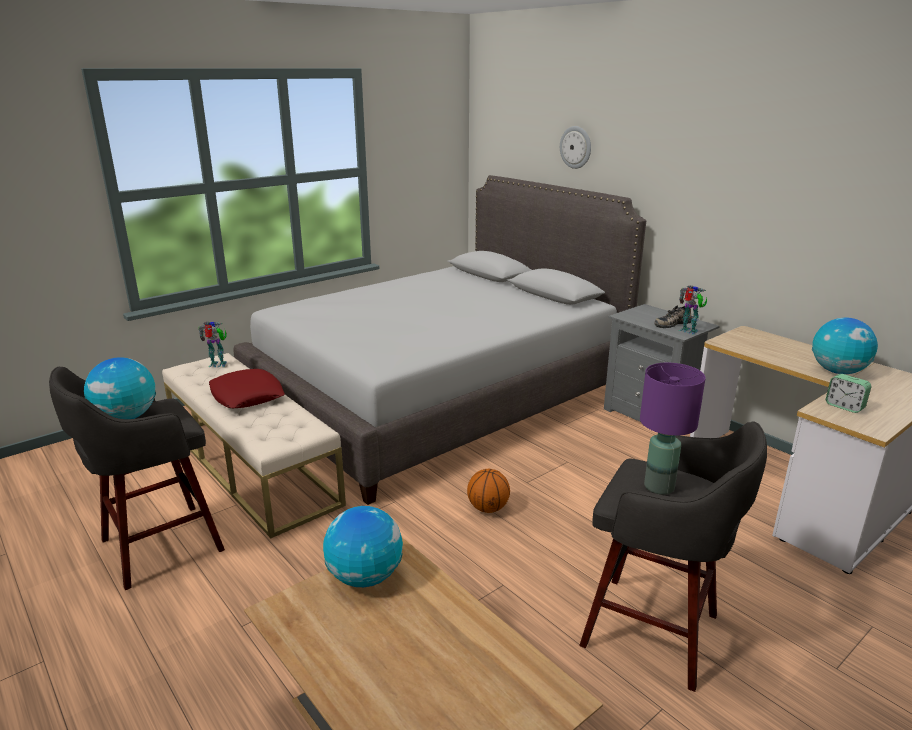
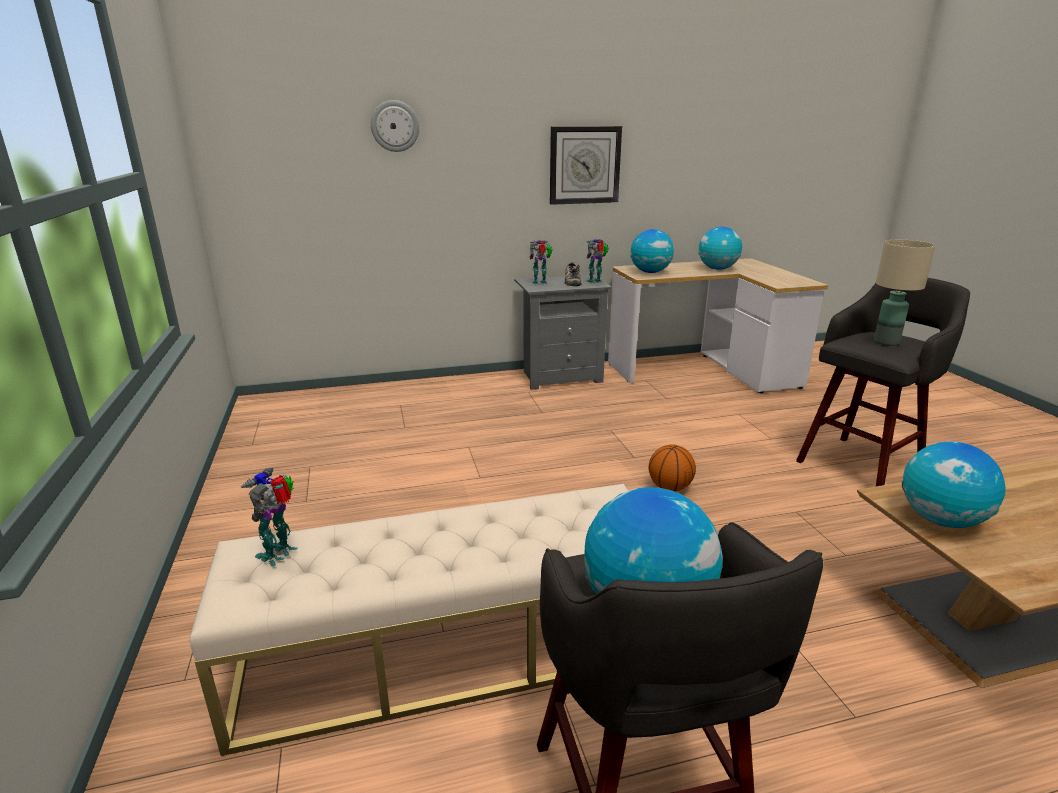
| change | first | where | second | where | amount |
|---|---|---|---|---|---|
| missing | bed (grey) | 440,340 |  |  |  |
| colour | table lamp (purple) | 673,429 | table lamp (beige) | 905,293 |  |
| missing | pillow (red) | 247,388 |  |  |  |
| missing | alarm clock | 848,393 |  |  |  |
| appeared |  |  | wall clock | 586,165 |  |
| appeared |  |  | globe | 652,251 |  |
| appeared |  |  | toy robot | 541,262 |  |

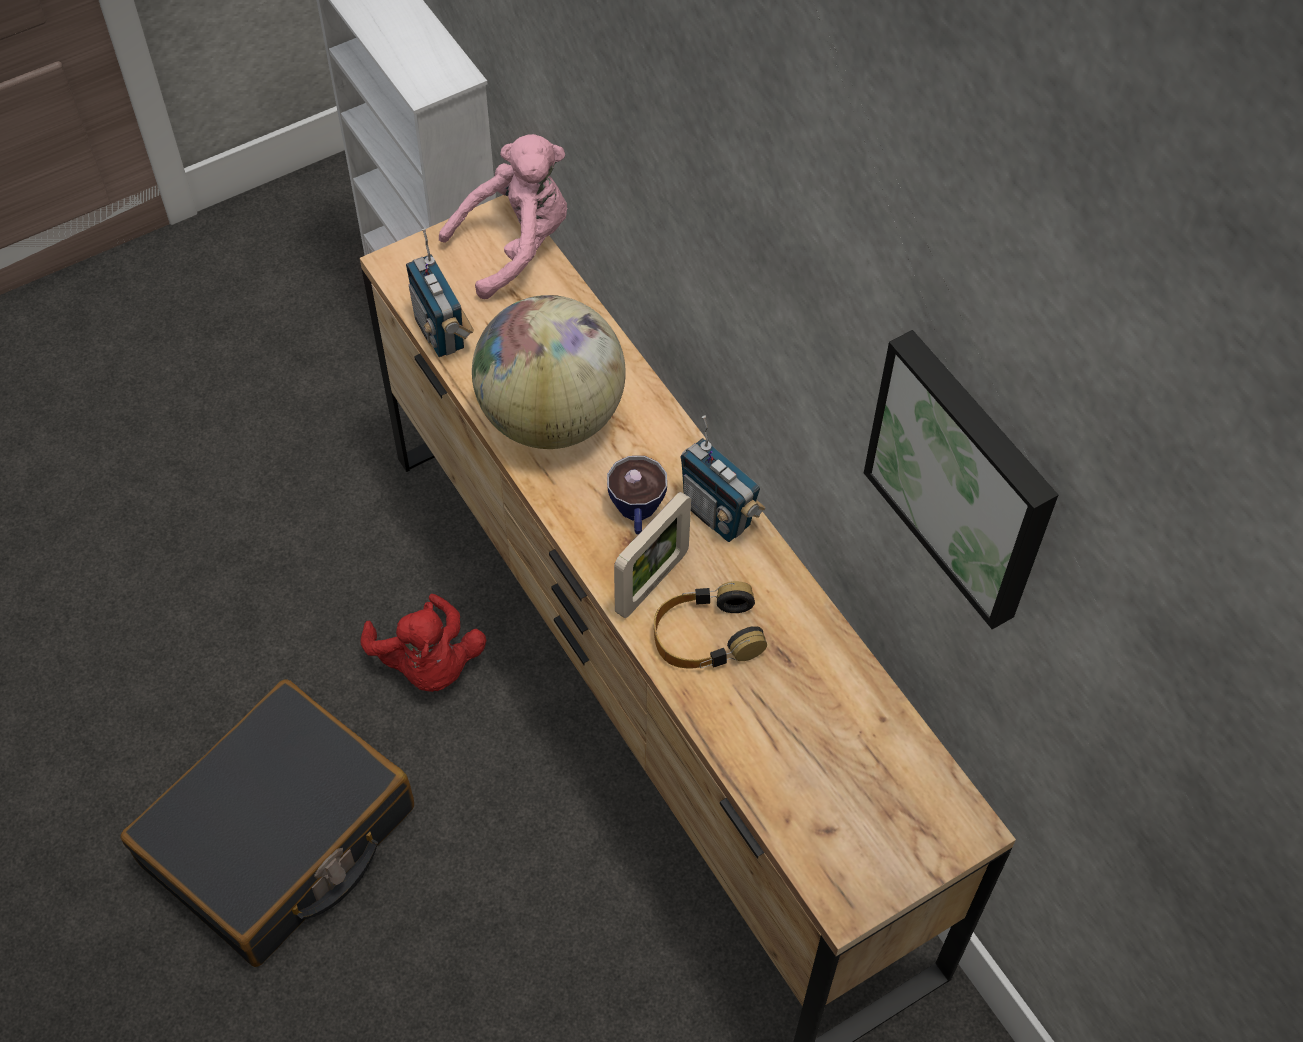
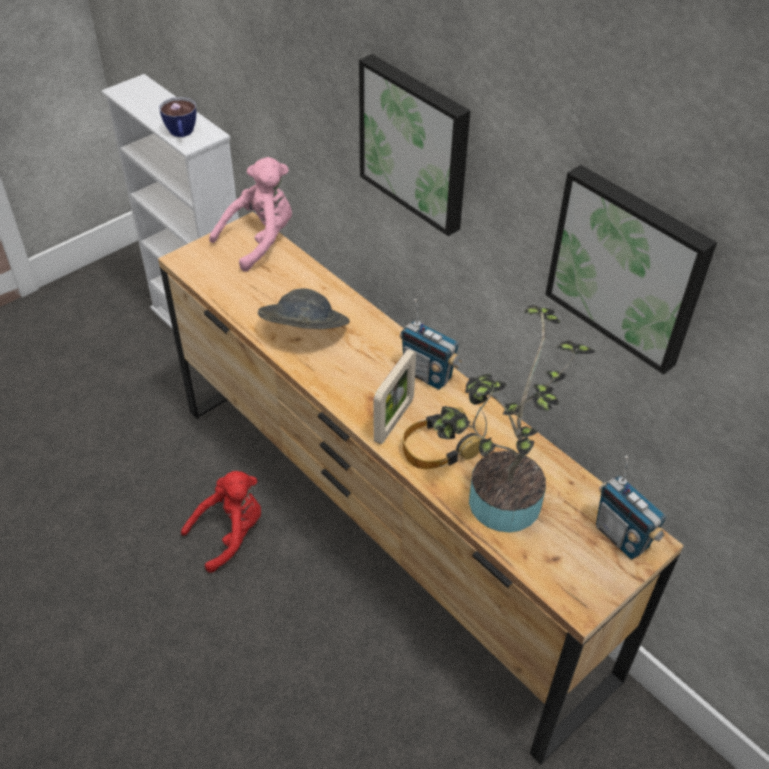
| change | first | where | second | where | amount |
|---|---|---|---|---|---|
| relocated | radio | 440,292 |  | 631,507 |  |
| exchanged | globe | 549,372 | hat (grey) | 304,309 |  |
| relocated | cup | 637,495 |  | 177,117 |  |
| spun | plush toy (red) | 423,643 |  | 221,522 | 90 degrees counterclockwise |
| missing | suitcase (black) | 267,823 |  |  |  |
| appeared |  |  | picture | 414,145 |  |
| appeared |  |  | potted plant | 513,419 |  |

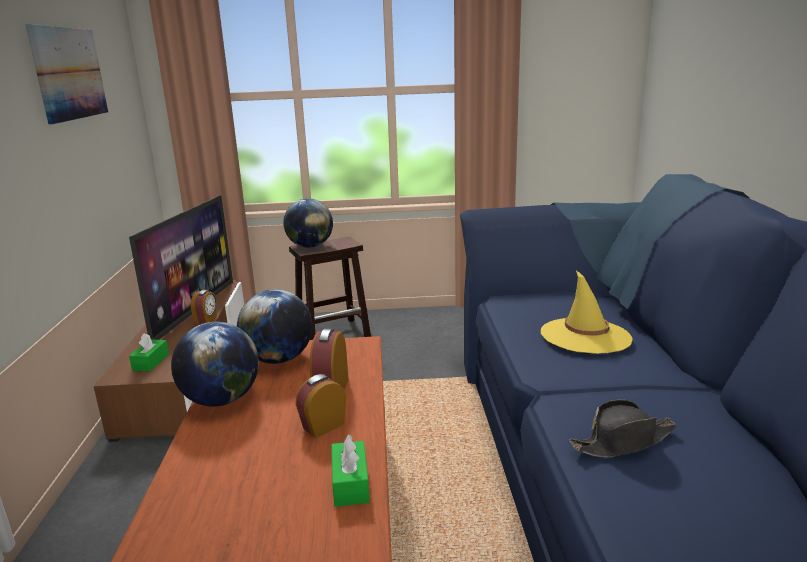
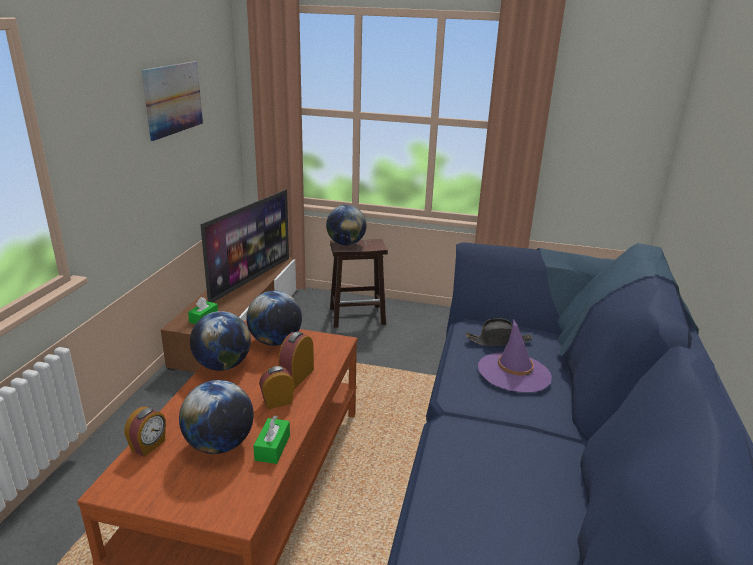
| change | first | where | second | where | amount |
|---|---|---|---|---|---|
| colour | hat (yellow) | 587,312 | hat (purple) | 515,355 |  |
| relocated | alarm clock | 204,307 |  | 145,432 |  |
| relocated | hat (black) | 623,428 |  | 499,331 |  |
| appeared |  |  | globe | 216,417 |  |

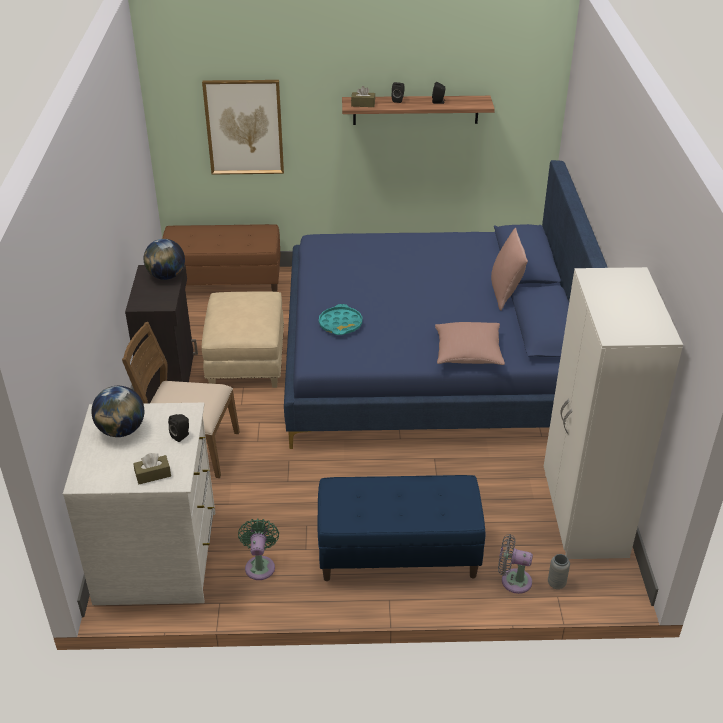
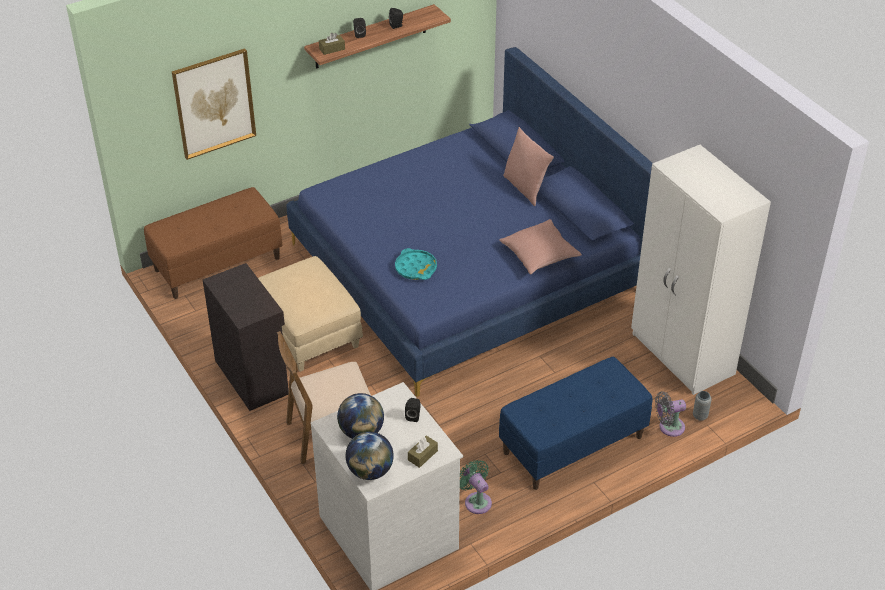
| change | first | where | second | where | amount |
|---|---|---|---|---|---|
| relocated | globe | 164,259 |  | 370,456 |  |

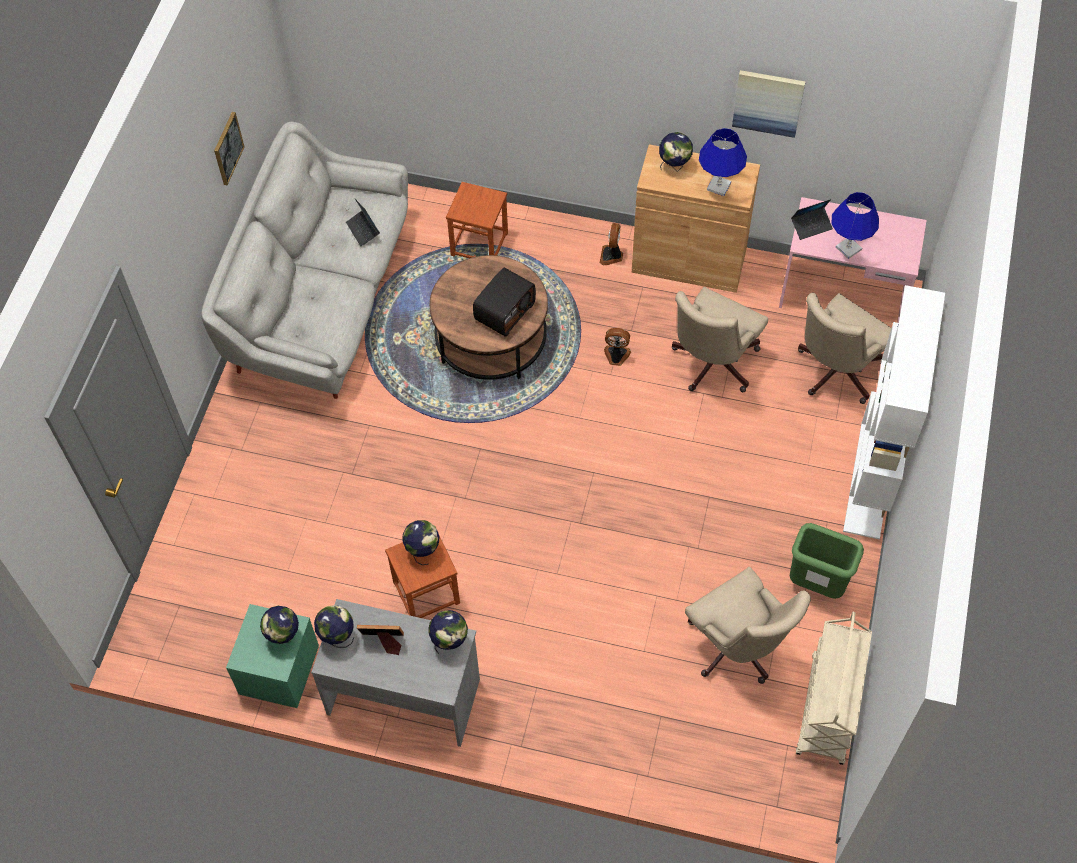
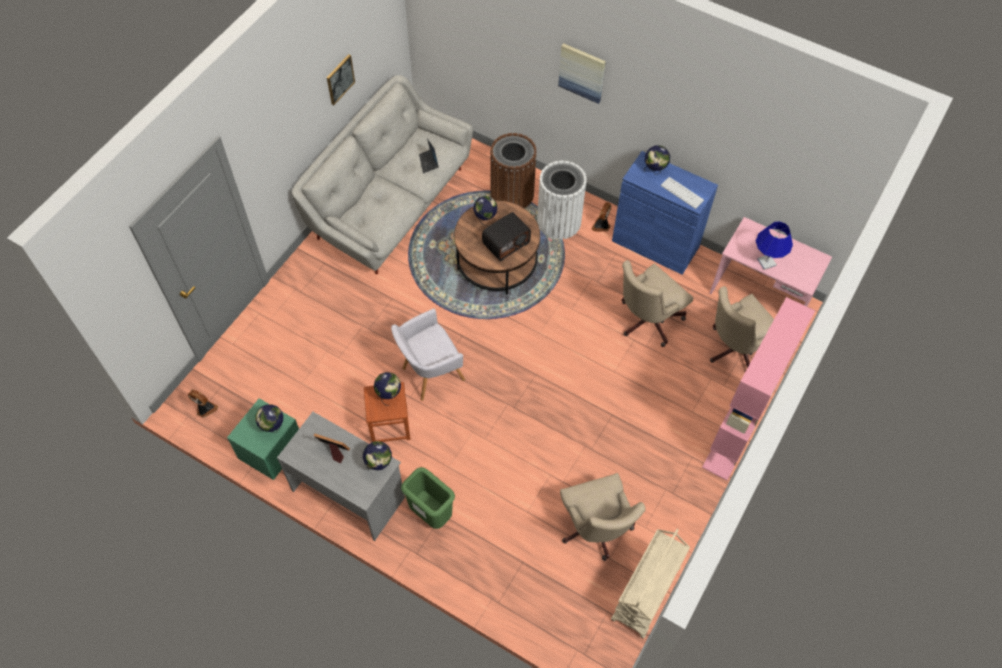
| change | first | where | second | where | amount |
|---|---|---|---|---|---|
| relocated | picture | 769,104 |  | 582,73 |  |
| exchanged | table lamp (blue) | 723,162 | keyboard | 682,193 |  |
| colour | cabinet (brown) | 696,218 | cabinet (blue) | 665,213 |  |
| exchanged | stool (brown) | 477,220 | trash can (brown) | 513,170 |  |
| missing | laptop | 812,219 |  |  |  |
| colour | bookcase (white) | 894,412 | bookcase (pink) | 758,389 |  |
| relocated | fan | 617,347 |  | 203,404 |  |
| relocated | trash can (green) | 827,561 |  | 428,498 |  |
| relocated | globe | 334,626 |  | 485,211 |  |
| appeared |  |  | trash can (white) | 562,200 |  |
| appeared |  |  | armchair (grey) | 428,355 |  |

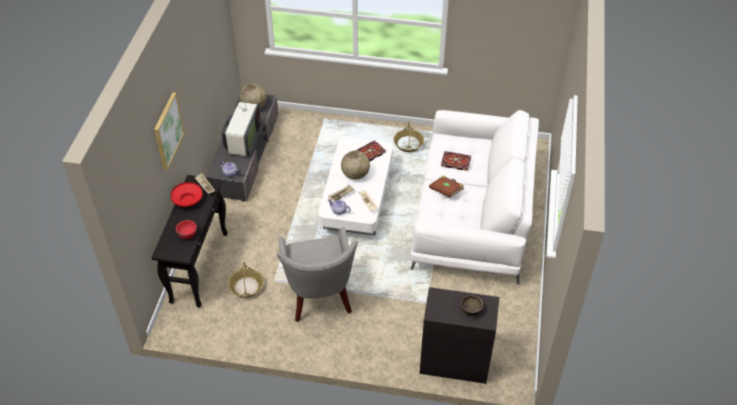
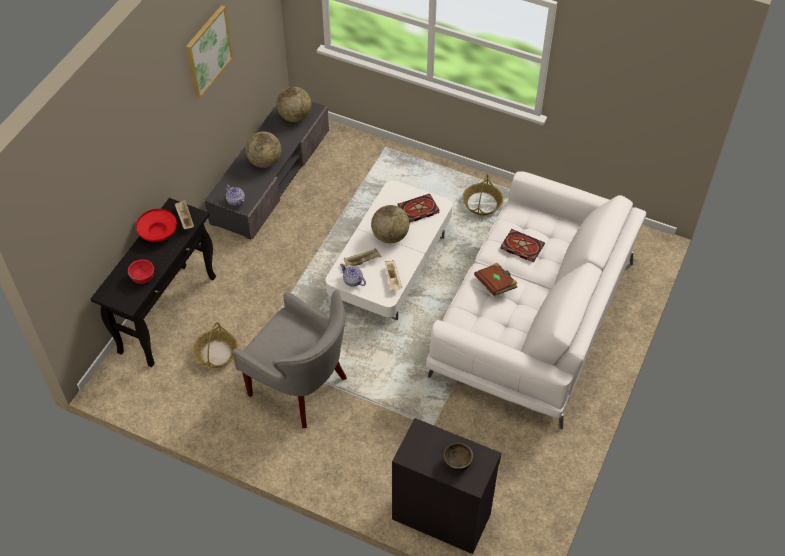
| change | first | where | second | where | amount |
|---|---|---|---|---|---|
| exchanged | television | 241,120 | globe | 263,149 |  |
| relocated | picture | 169,131 |  | 209,52 |  |
| spun | armchair (grey) | 317,274 |  | 289,359 | 60 degrees counterclockwise |

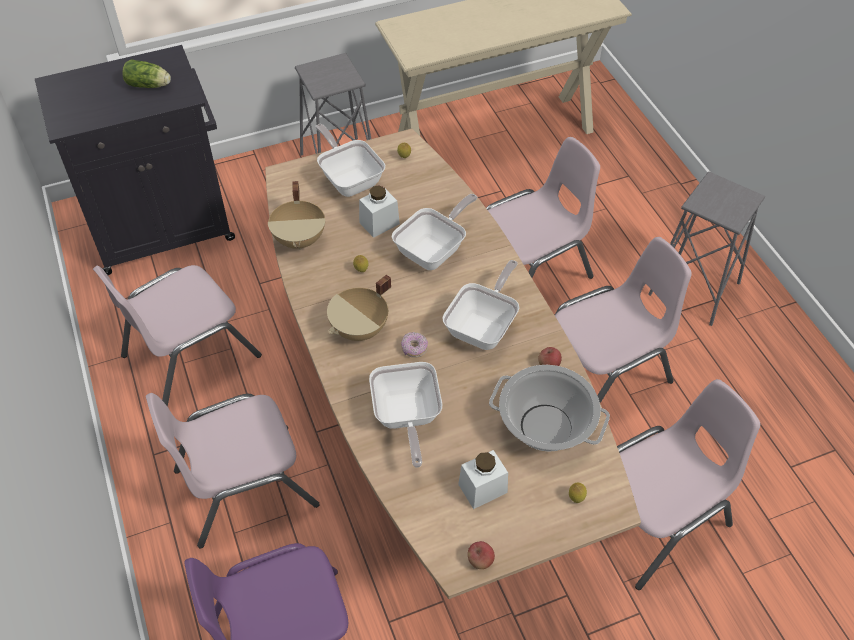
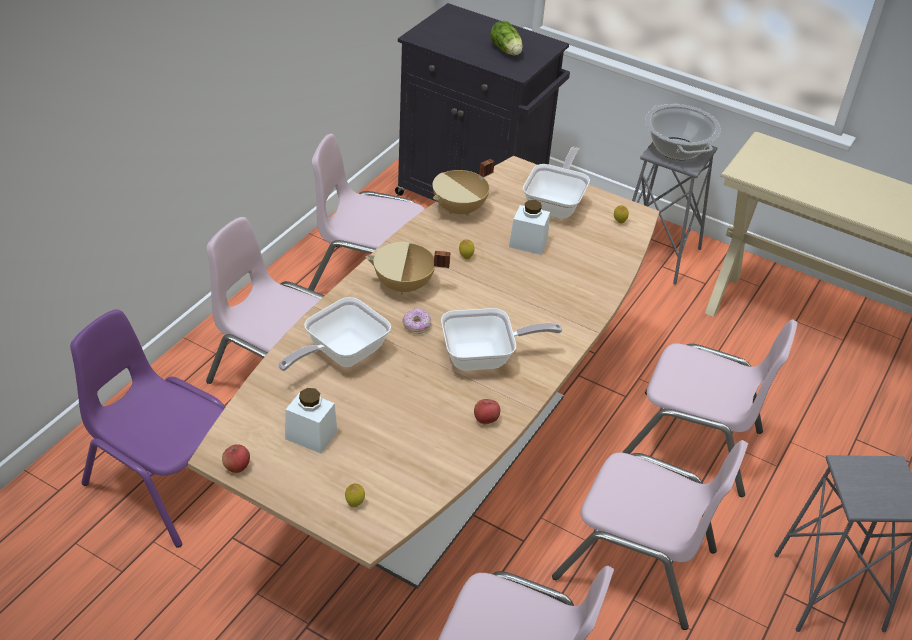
| change | first | where | second | where | amount |
|---|---|---|---|---|---|
| missing | frying pan | 434,232 |  |  |  |
| relocated | cooking pot | 549,408 |  | 683,132 |  |

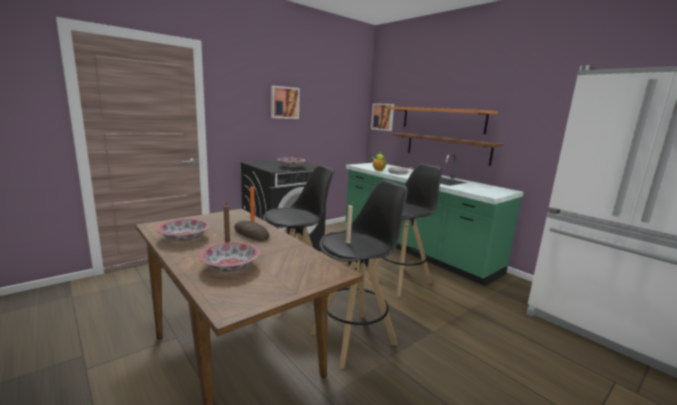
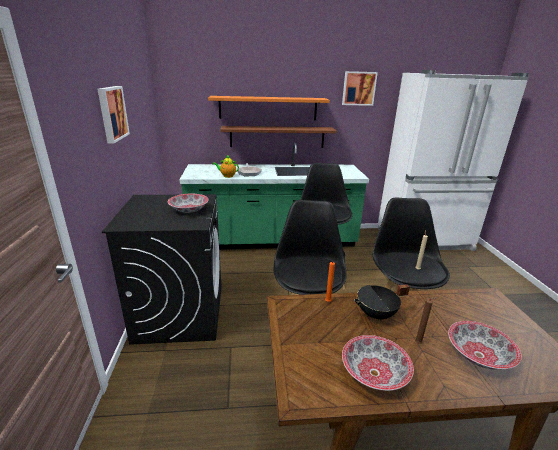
| change | first | where | second | where | amount |
|---|---|---|---|---|---|
| relocated | picture | 382,117 |  | 360,88 |  |
| exchanged | bread | 251,231 | cooking pot (black) | 382,302 |  |

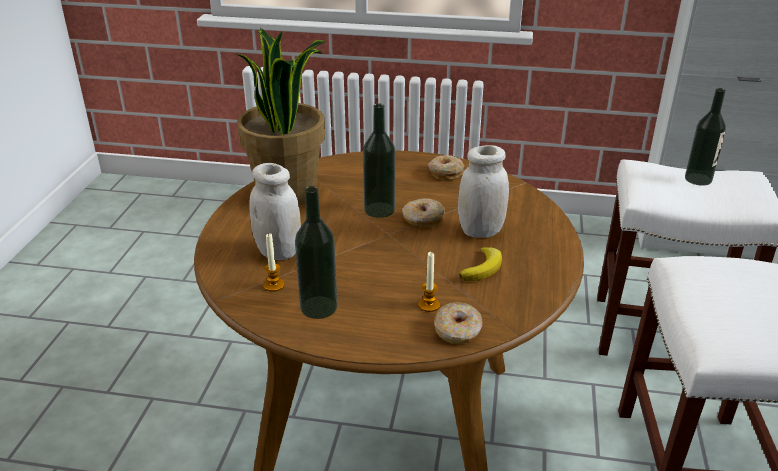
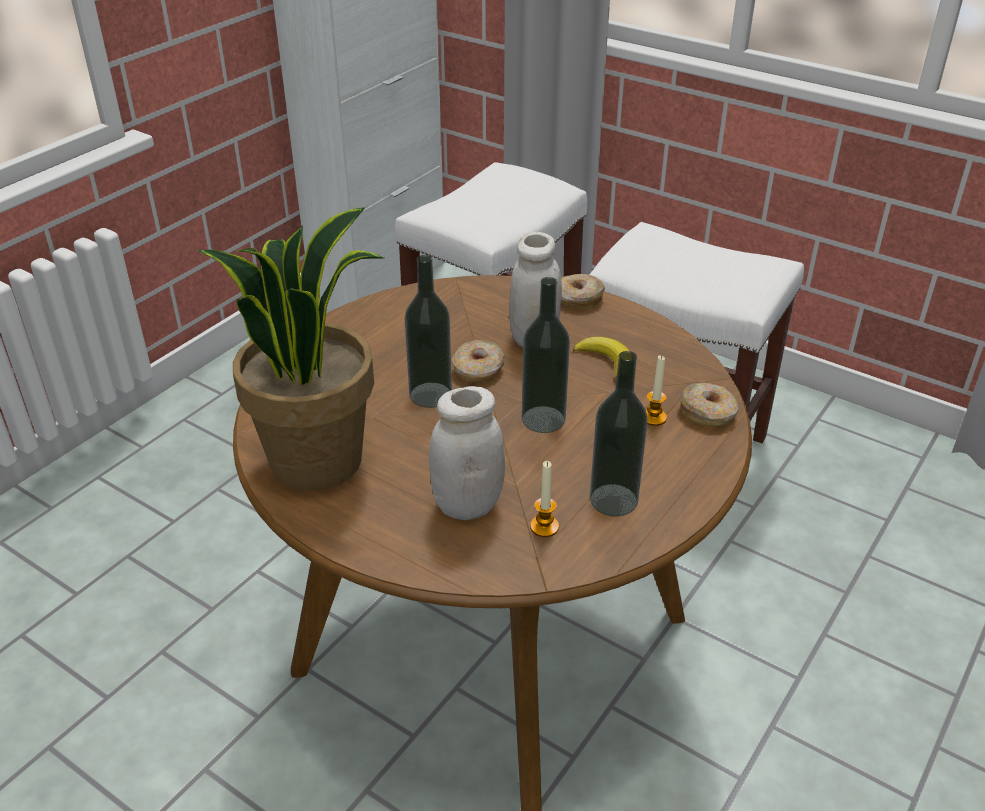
| change | first | where | second | where | amount |
|---|---|---|---|---|---|
| relocated | bottle | 705,137 |  | 546,355 |  |
| relocated | donut | 446,167 |  | 583,291 |  |

